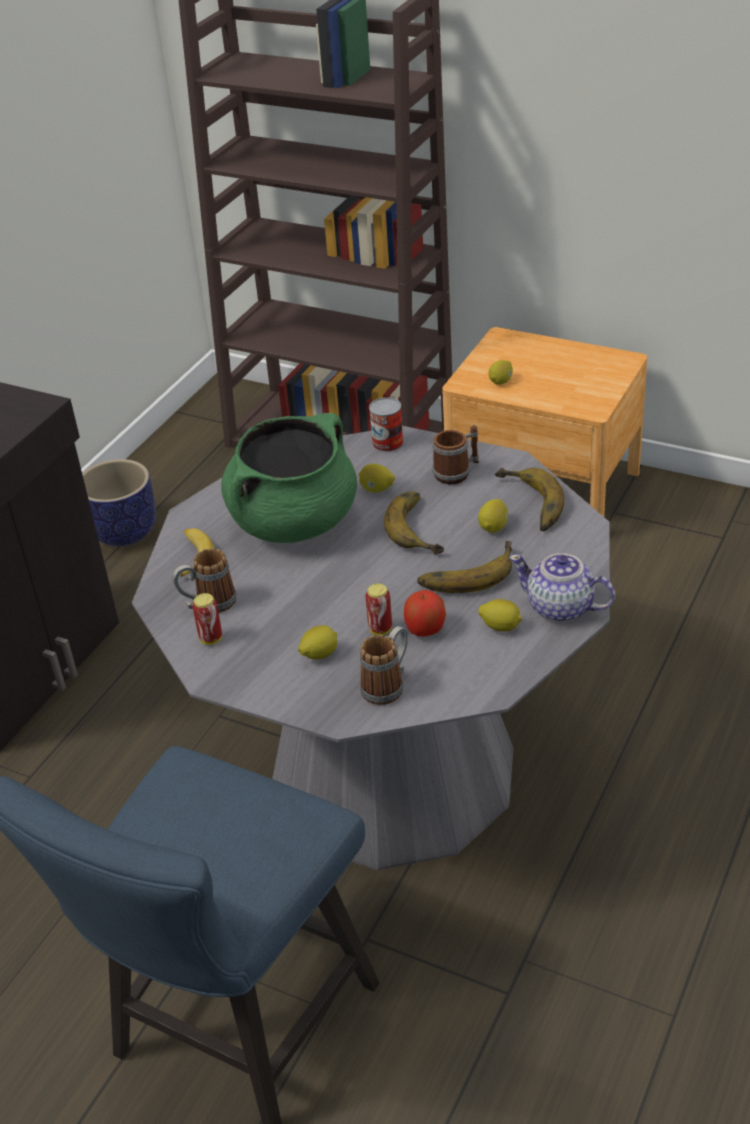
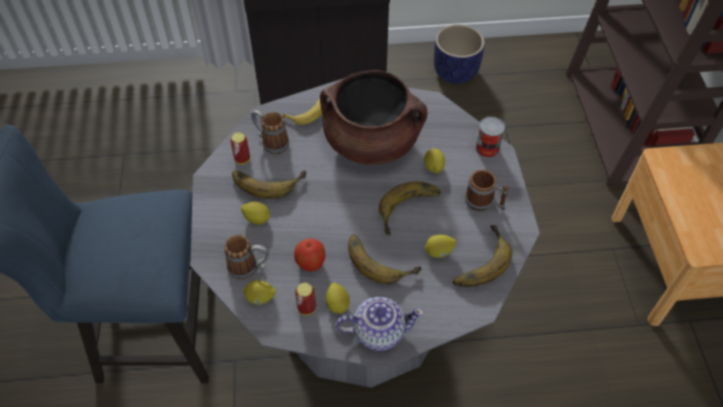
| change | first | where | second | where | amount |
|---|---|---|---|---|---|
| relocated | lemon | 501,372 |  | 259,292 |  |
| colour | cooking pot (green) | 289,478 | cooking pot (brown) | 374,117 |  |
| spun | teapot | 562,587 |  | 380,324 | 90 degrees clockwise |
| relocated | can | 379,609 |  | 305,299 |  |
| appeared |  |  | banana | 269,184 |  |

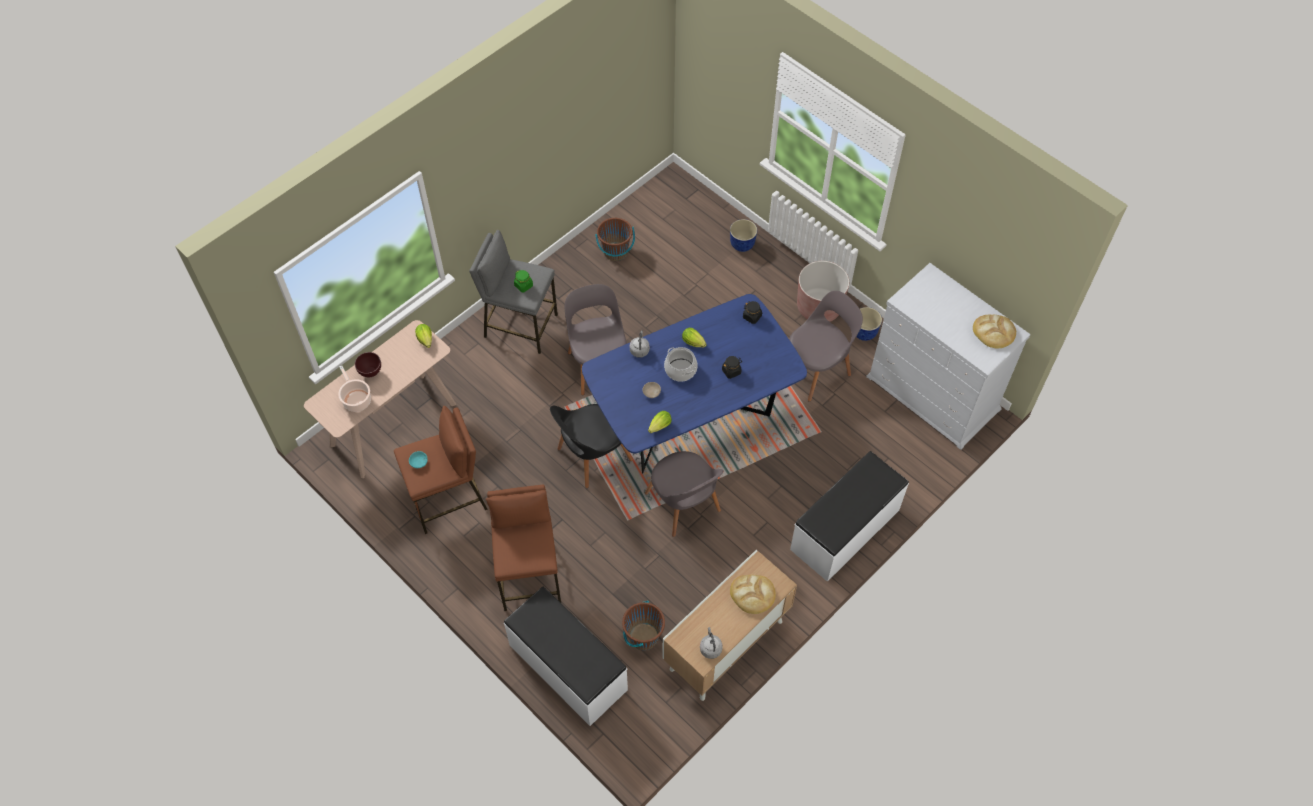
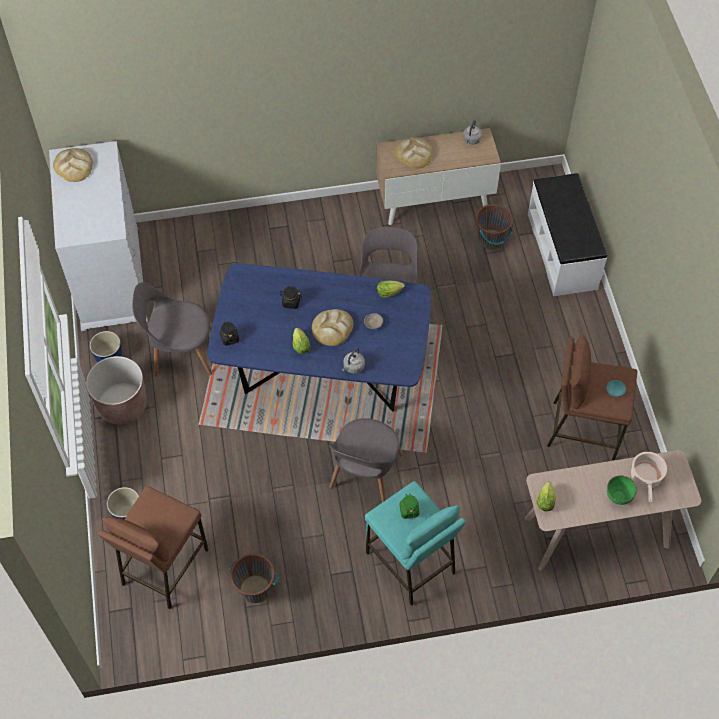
| change | first | where | second | where | amount |
|---|---|---|---|---|---|
| colour | stool (grey) | 513,292 | stool (turquoise) | 415,543 |  |
| exchanged | cooking pot | 681,364 | bread | 333,327 |  |
| colour | bowl (brown) | 368,364 | bowl (green) | 622,490 |  |
| missing | chair (black) | 591,446 |  |  |  |
| missing | bench (white) | 849,516 |  |  |  |
| relocated | stool (brown) | 523,548 |  | 153,547 |  |

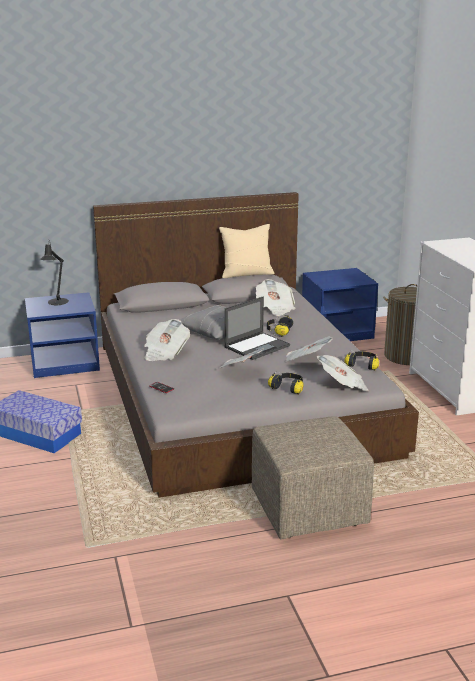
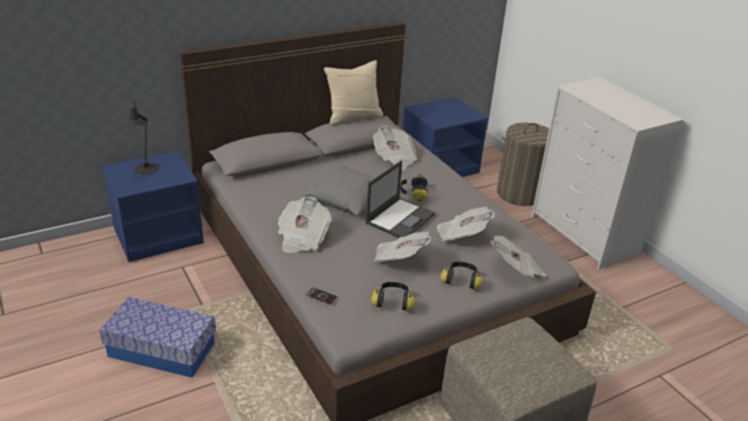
| change | first | where | second | where | amount |
|---|---|---|---|---|---|
| relocated | headphones | 361,360 |  | 393,296 |  |

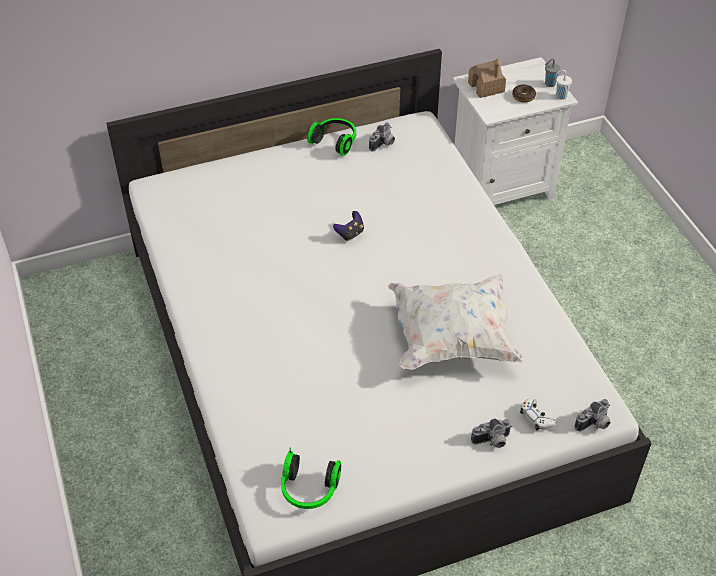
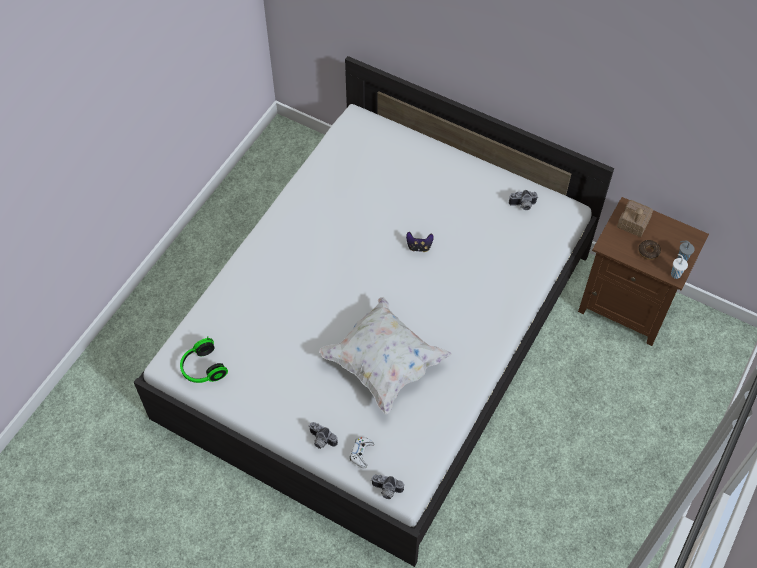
| change | first | where | second | where | amount |
|---|---|---|---|---|---|
| colour | nightstand (white) | 515,131 | nightstand (brown) | 643,271 |  |
| missing | headphones | 331,137 |  |  |  |

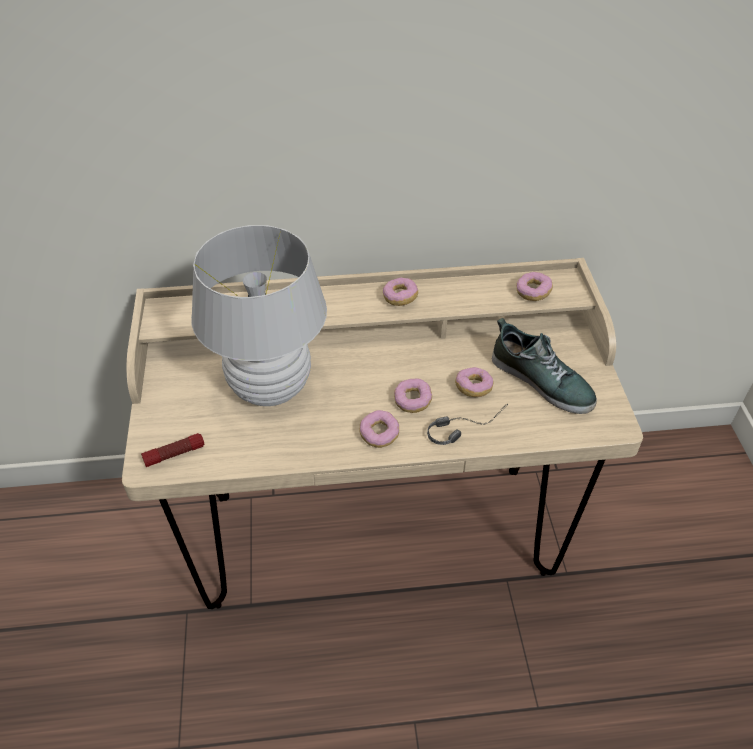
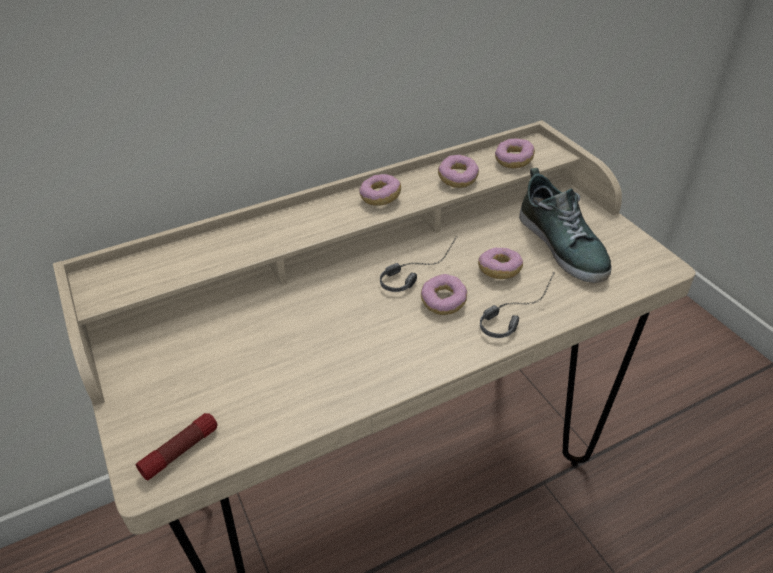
| change | first | where | second | where | amount |
|---|---|---|---|---|---|
| missing | table lamp (white) | 259,315 |  |  |  |
| spun | shoe | 544,366 |  | 565,225 | 45 degrees clockwise |
| relocated | donut | 379,429 |  | 458,171 |  |
| appeared |  |  | headphones | 418,264 |  |

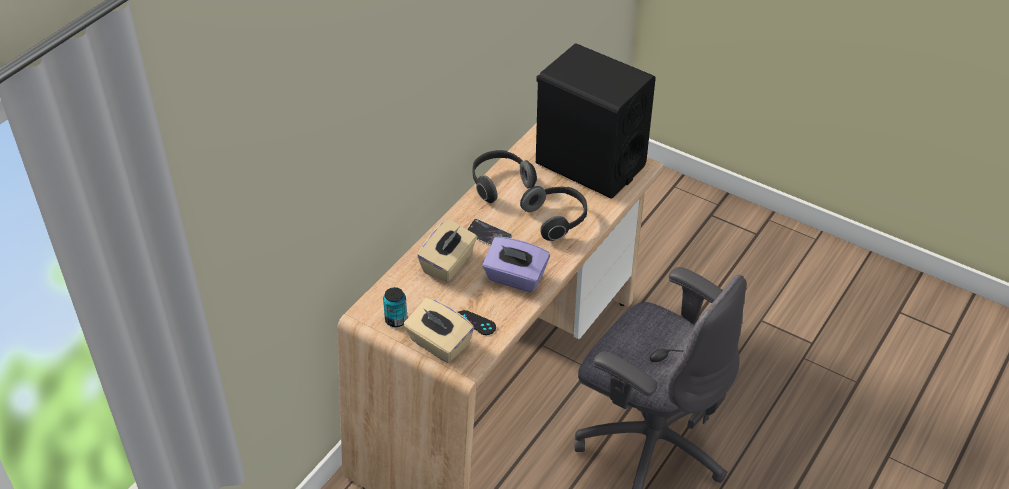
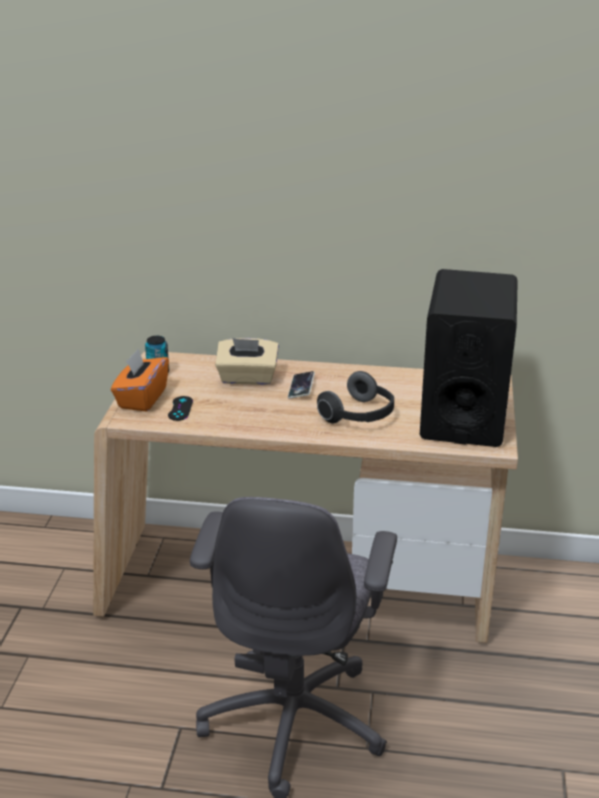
| change | first | where | second | where | amount |
|---|---|---|---|---|---|
| missing | headphones | 504,176 |  |  |  |
| missing | tissue box (purple) | 516,264 |  |  |  |
| colour | tissue box (beige) | 438,330 | tissue box (orange) | 140,380 |  |

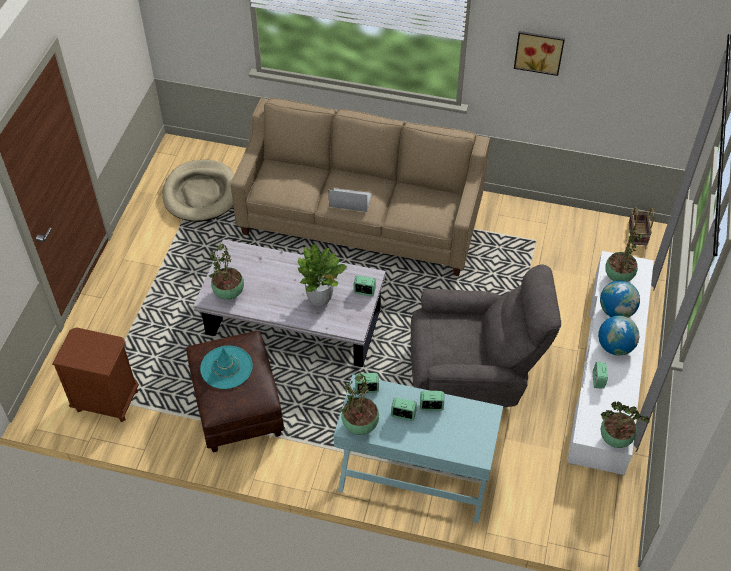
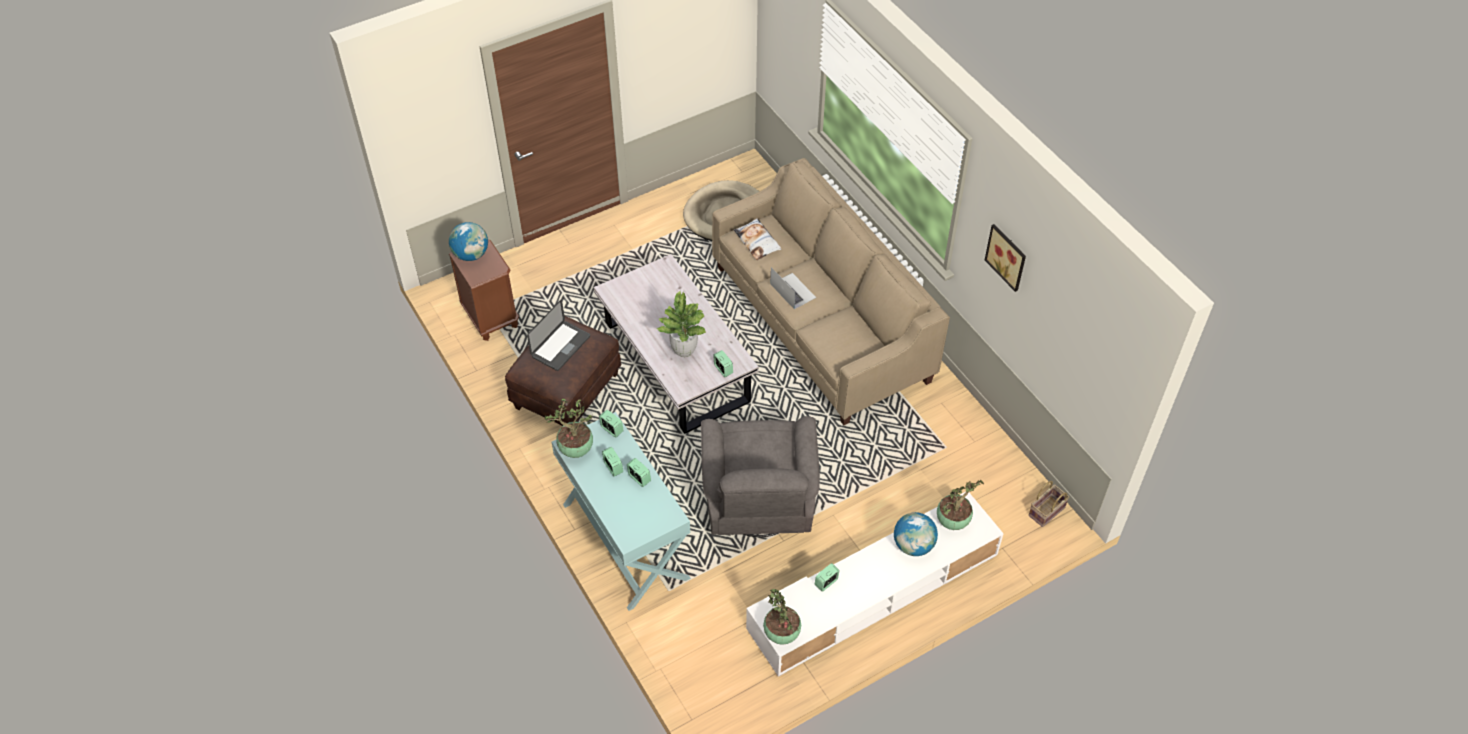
| change | first | where | second | where | amount |
|---|---|---|---|---|---|
| missing | potted plant | 226,272 |  |  |  |
| spun | armchair (grey) | 486,335 |  | 760,476 | 45 degrees clockwise |
| relocated | globe | 618,336 |  | 468,241 |  |
| exchanged | hat (turquoise) | 226,367 | laptop | 558,335 |  |
| appeared |  |  | pillow | 757,239 |  |

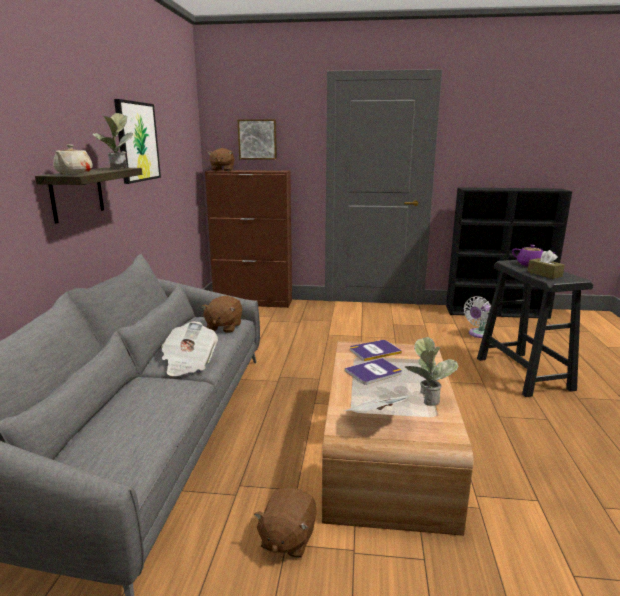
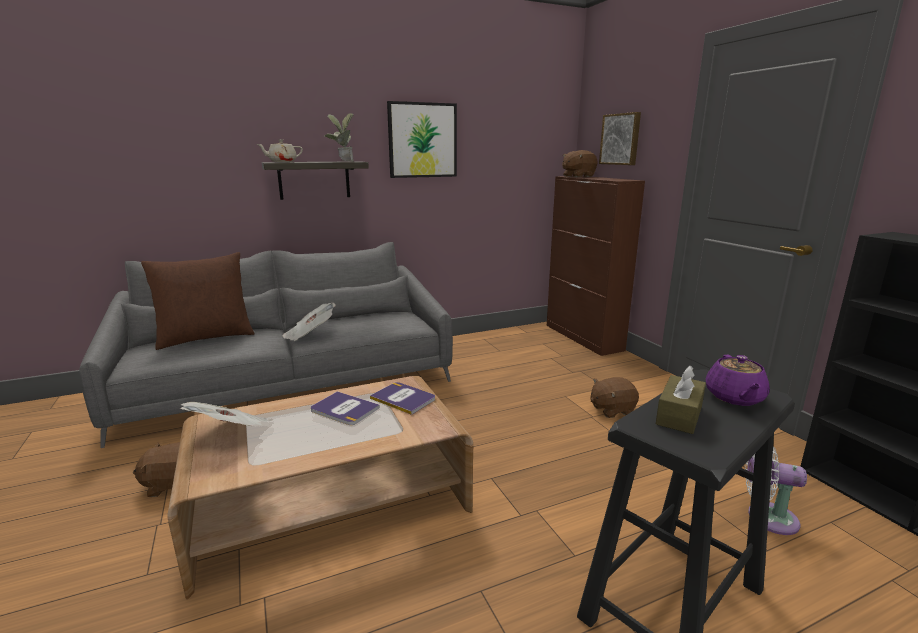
| change | first | where | second | where | amount |
|---|---|---|---|---|---|
| relocated | plush toy (brown) | 221,314 |  | 614,397 |  |
| missing | potted plant | 431,371 |  |  |  |
| appeared |  |  | pillow (brown) | 198,301 |  |

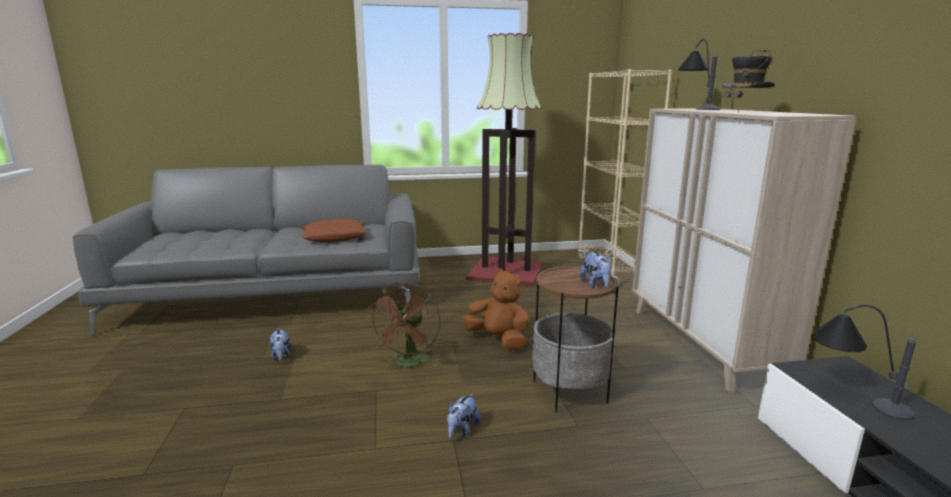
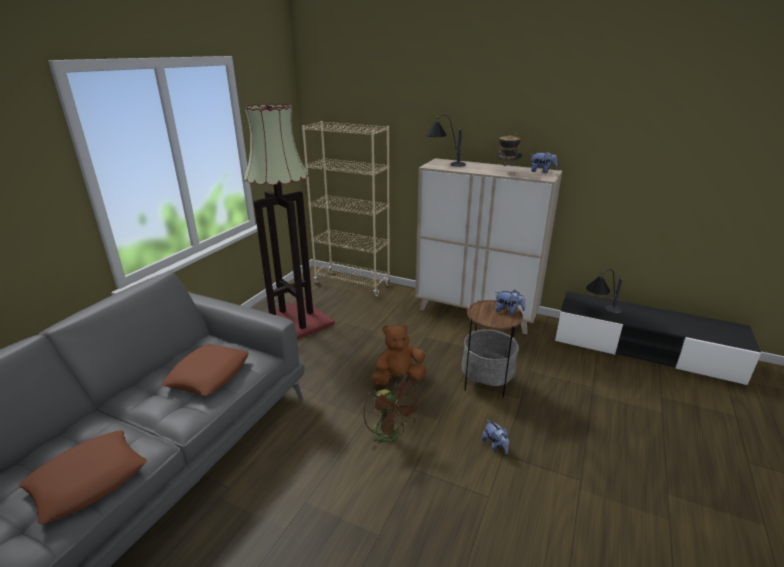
| change | first | where | second | where | amount |
|---|---|---|---|---|---|
| relocated | plush toy | 280,344 |  | 543,162 |  |
| appeared |  |  | pillow (brown) | 83,477 |  |

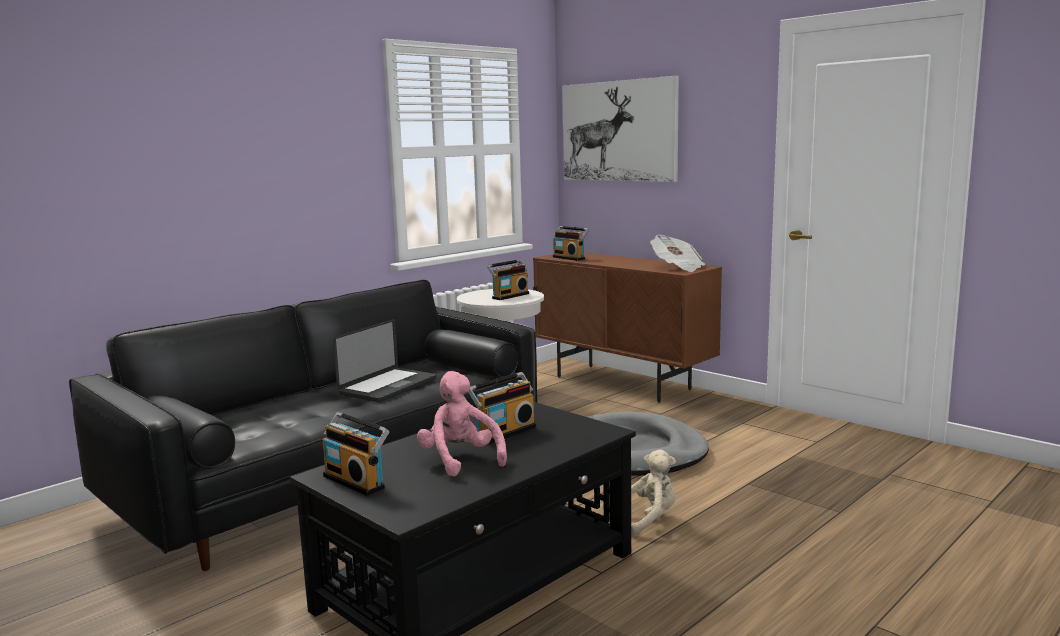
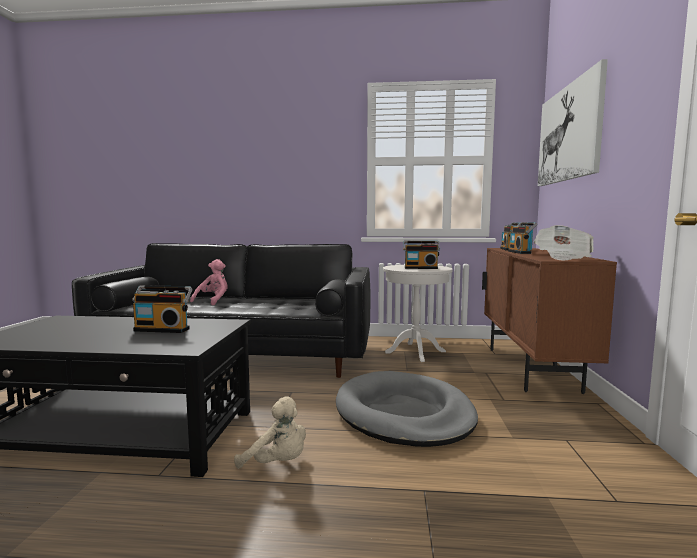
| change | first | where | second | where | amount |
|---|---|---|---|---|---|
| missing | laptop | 385,360 |  |  |  |
| relocated | plush toy (pink) | 462,423 |  | 209,282 |  |
| relocated | radio | 355,454 |  | 523,238 |  |

